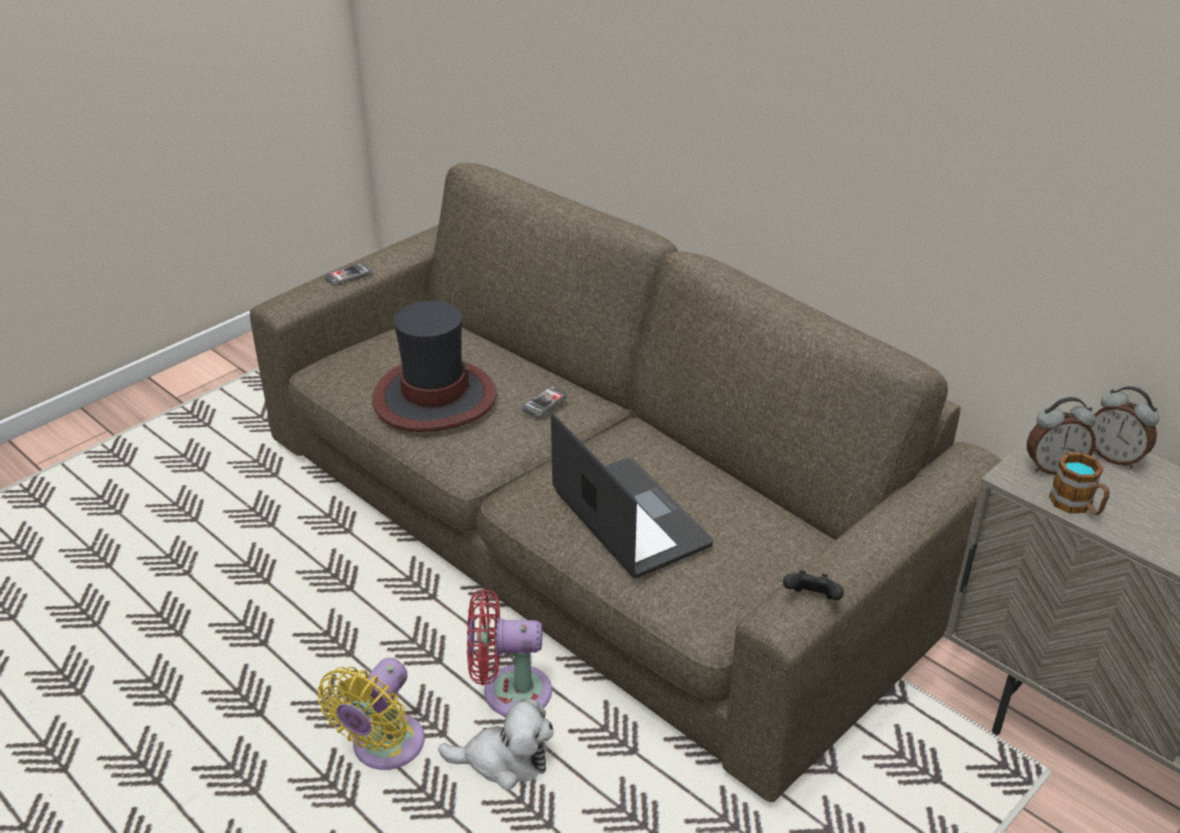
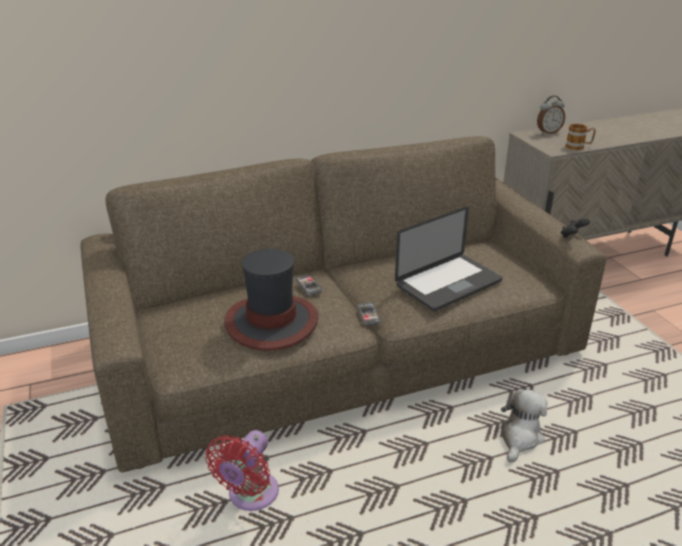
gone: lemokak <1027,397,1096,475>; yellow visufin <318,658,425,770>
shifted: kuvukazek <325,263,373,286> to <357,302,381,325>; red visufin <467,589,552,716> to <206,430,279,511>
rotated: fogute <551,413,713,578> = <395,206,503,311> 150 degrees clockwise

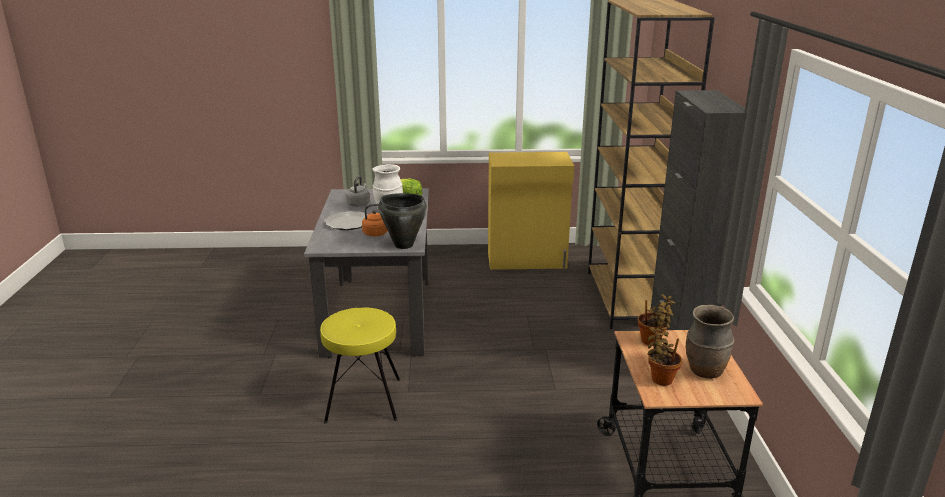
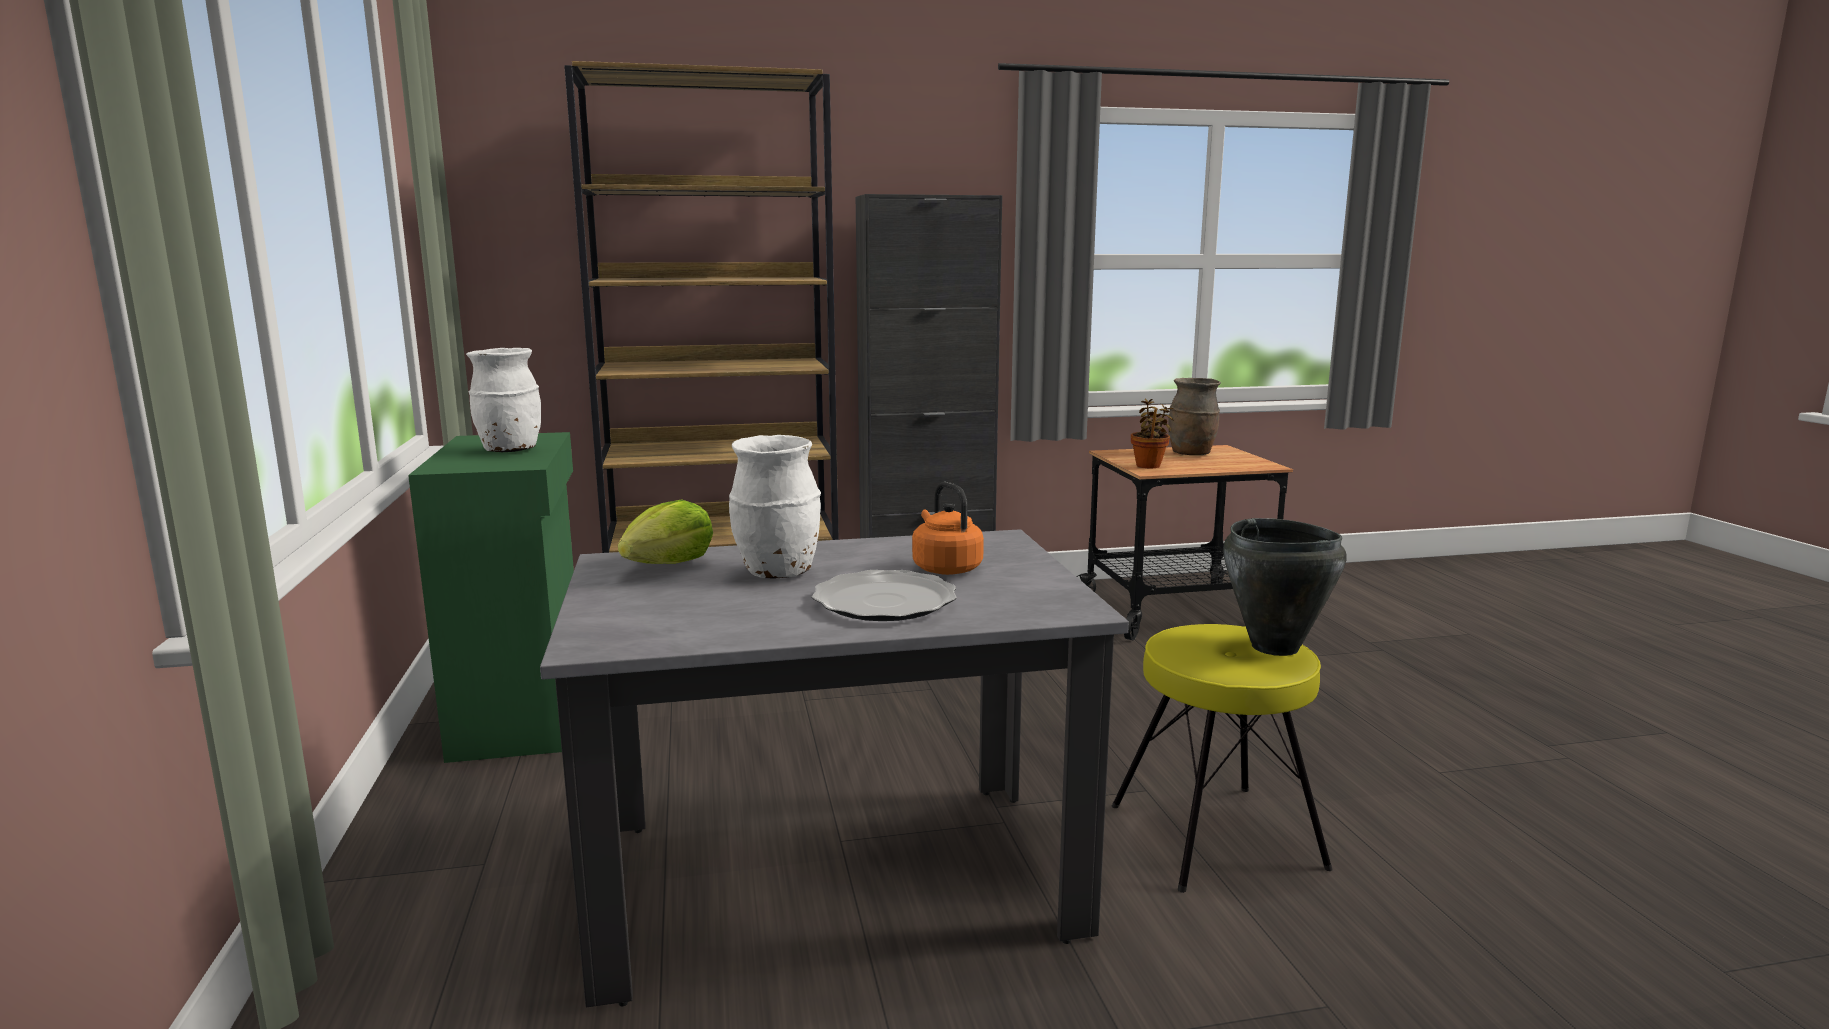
gone: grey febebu <346,176,370,207>; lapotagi <647,327,682,386>
new: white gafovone <466,348,541,452>
shifted: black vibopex <378,193,427,249> to <1223,518,1347,656>
repainted: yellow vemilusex <488,152,574,270> to green vemilusex <408,432,574,763>

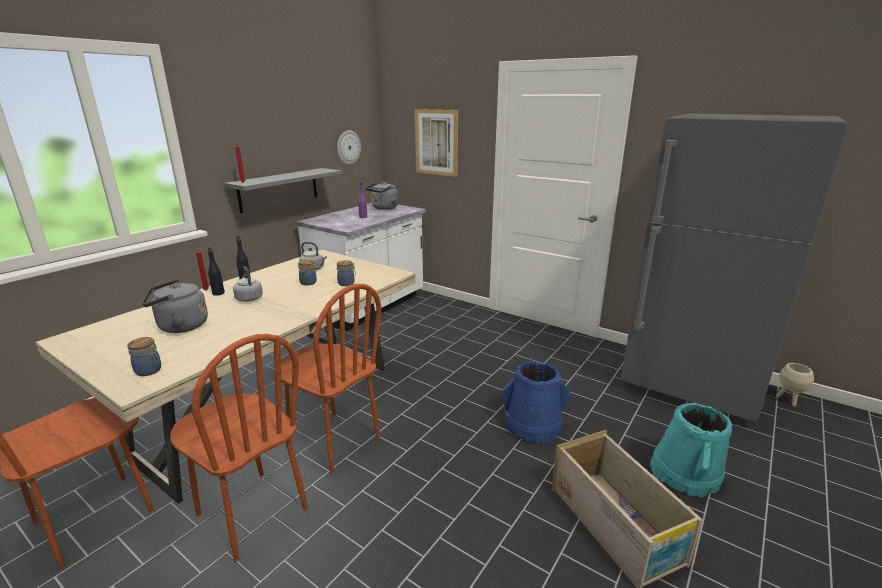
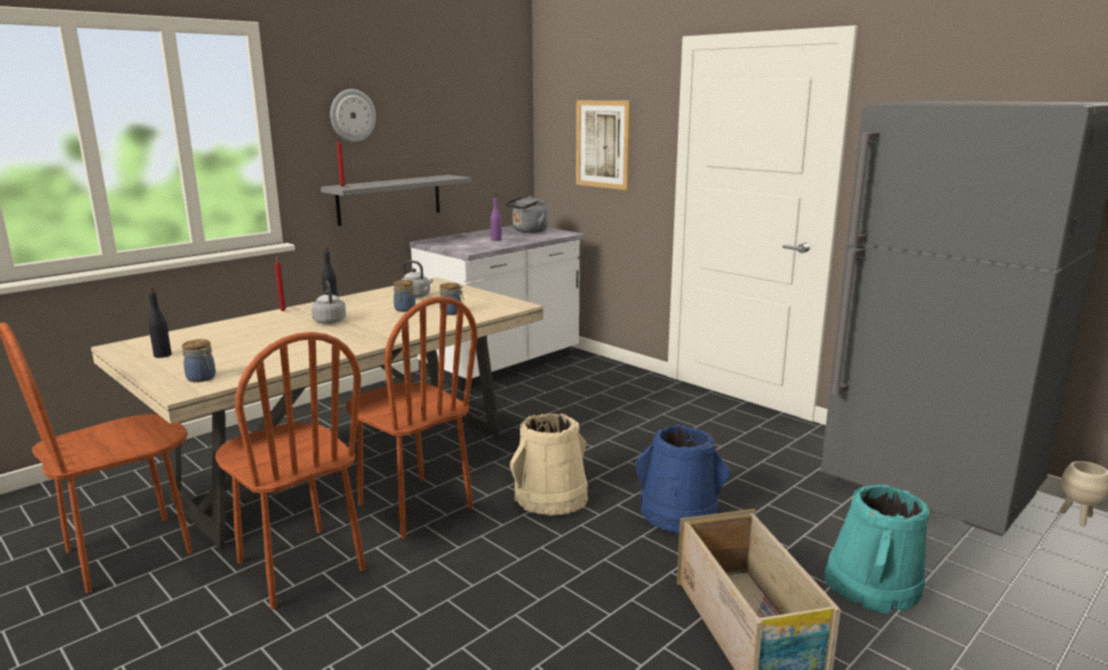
gone: grey febebu <142,280,208,333>
new: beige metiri <510,413,588,515>
shifted: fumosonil <337,130,361,165> to <330,89,376,142>; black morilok <208,247,225,296> to <148,286,172,358>

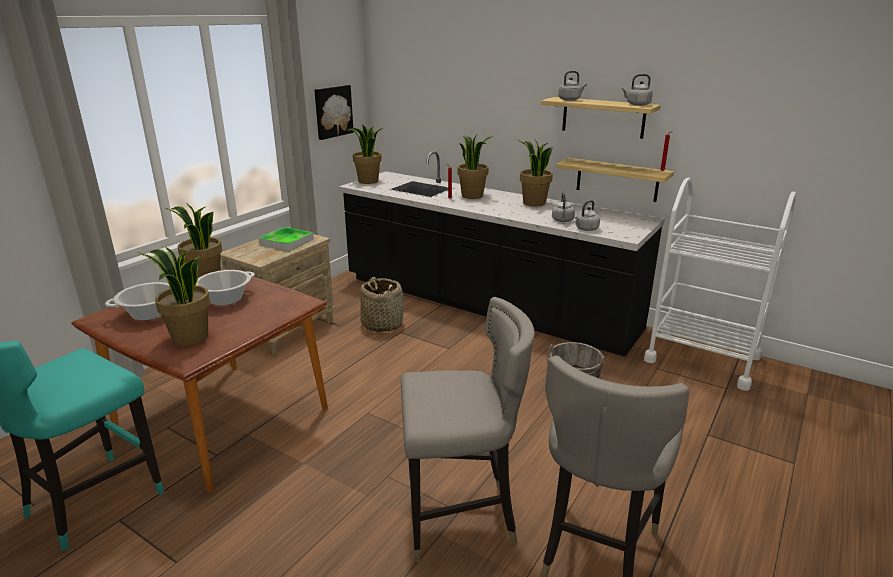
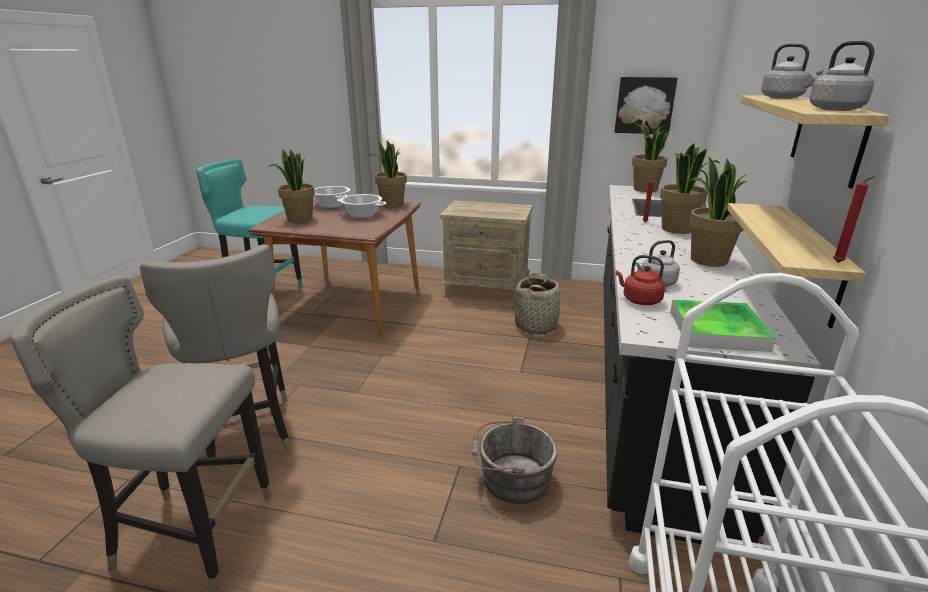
shifted: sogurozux <259,227,314,251> to <670,299,776,352>
repainted: grey febebu <575,200,600,231> to red febebu <616,255,665,305>

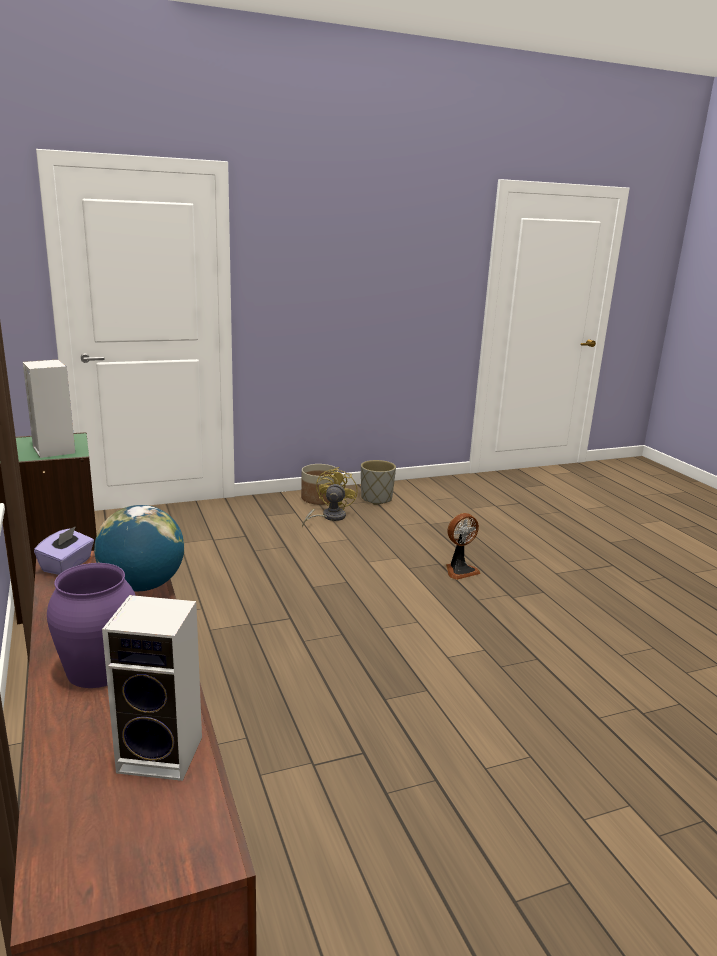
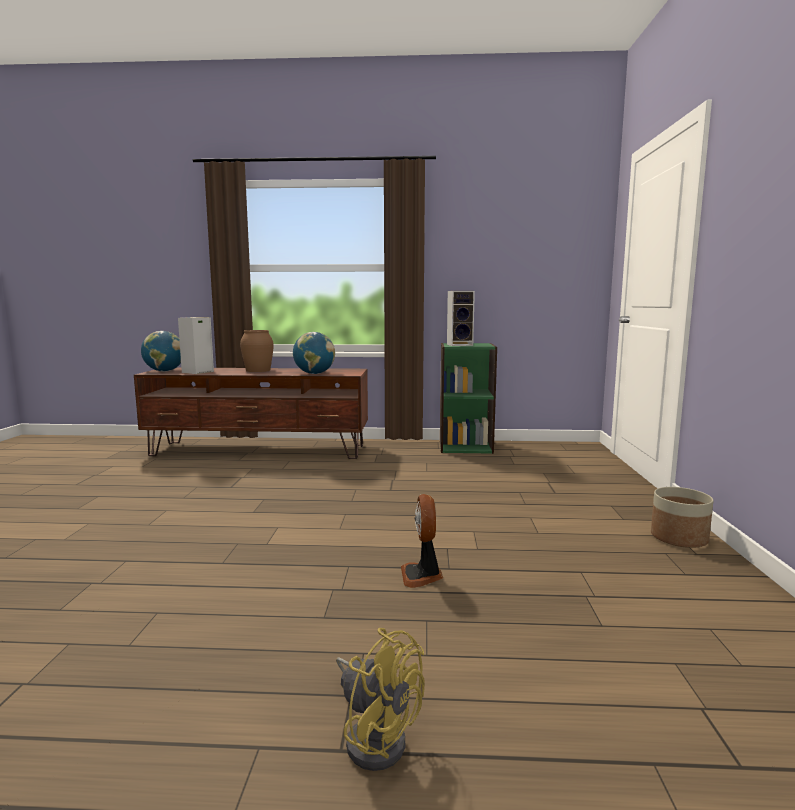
gone: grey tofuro <361,460,396,505>; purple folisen <34,526,94,575>
new: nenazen <141,331,181,371>
shifted: yellow visufin <302,467,358,528> to <336,628,425,771>
repainted: purple gafovone <47,563,136,688> to brown gafovone <240,330,274,372>

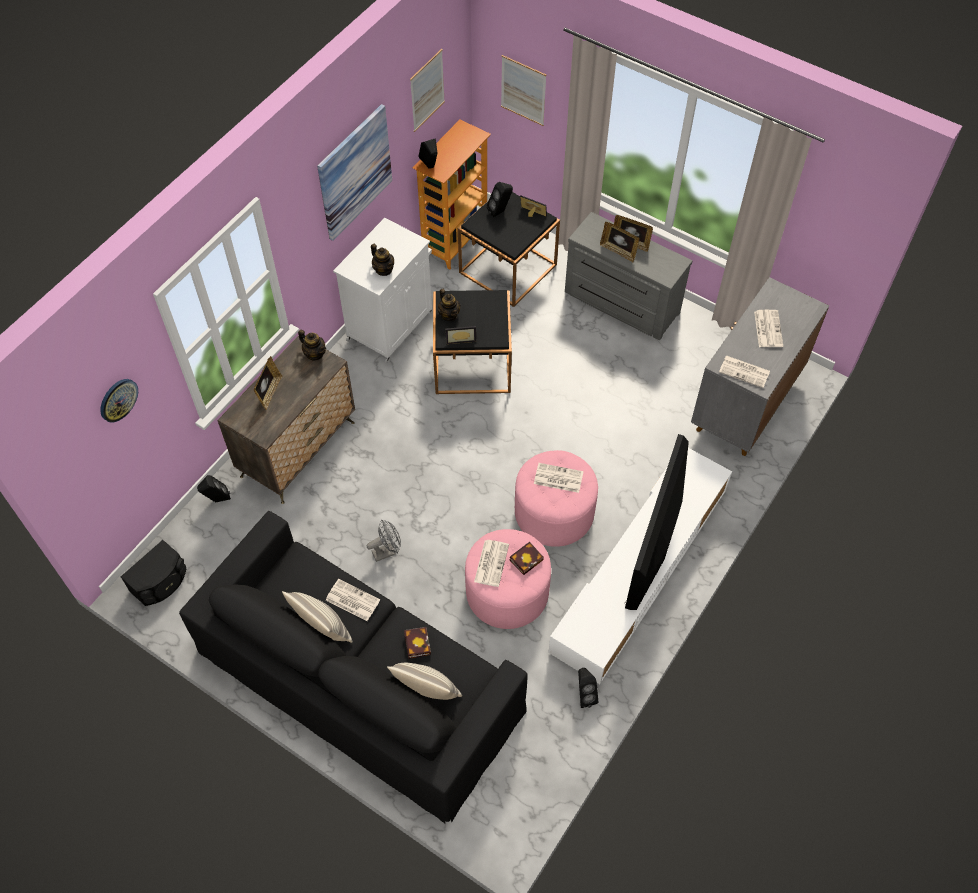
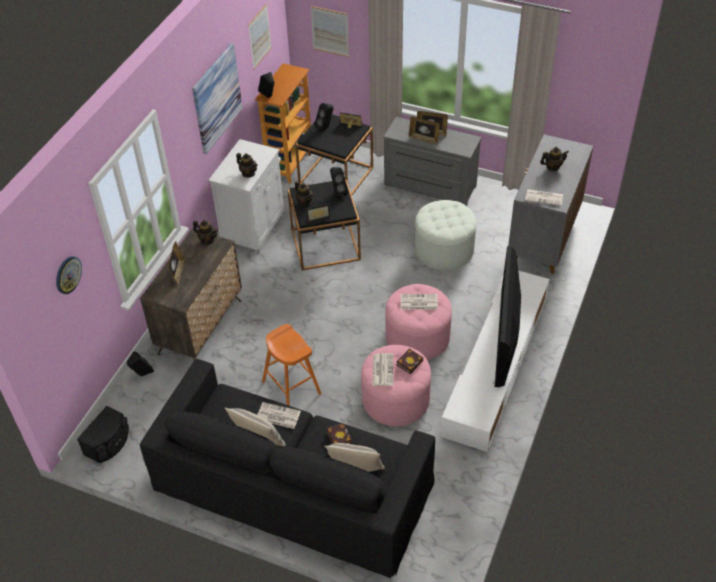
new: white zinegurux <414,200,476,270>
shifted: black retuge <578,668,598,708> to <330,167,348,198>
swapped: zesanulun <754,310,783,347> to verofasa <540,147,569,171>; grey visufin <367,520,401,562> to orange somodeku <262,324,321,406>

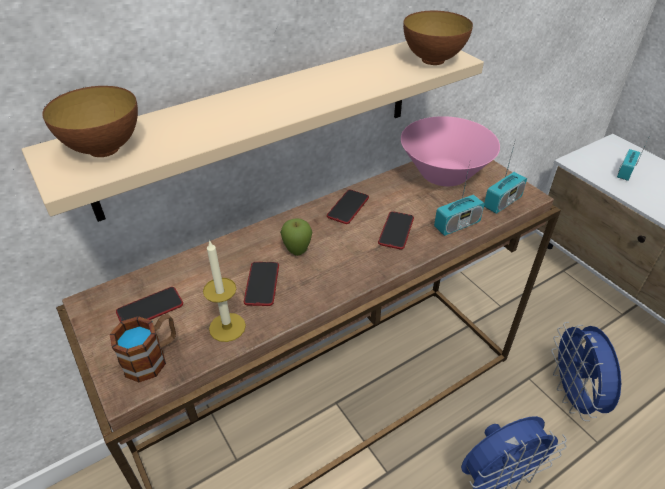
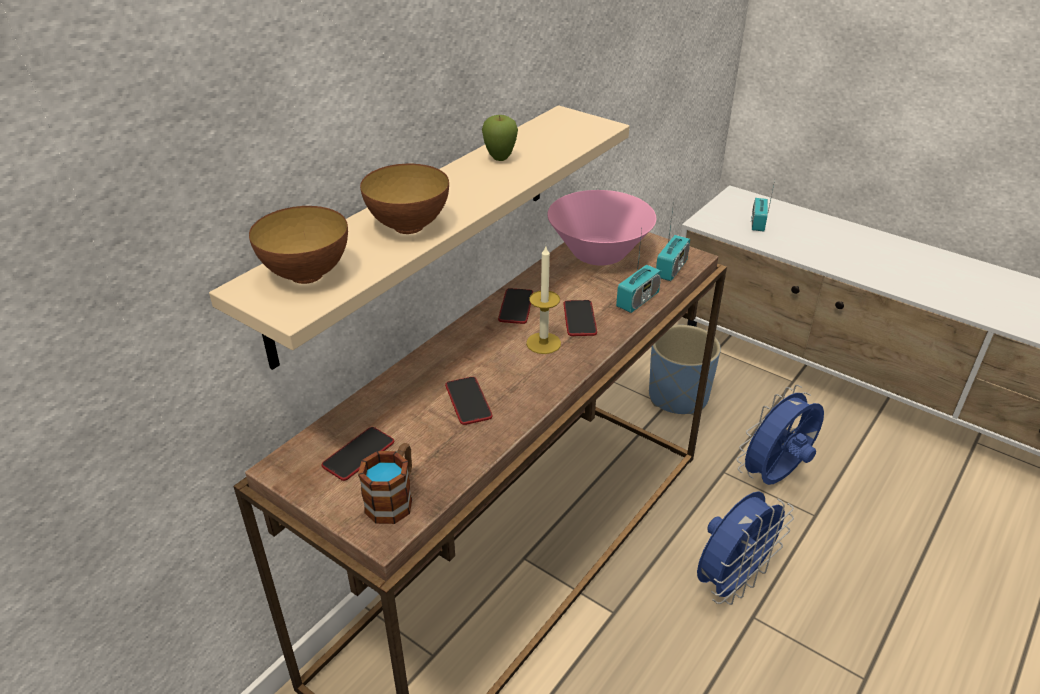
new: blue tofuro <649,325,721,415>
shifted: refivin <403,11,473,65> to <360,164,449,234>; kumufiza <280,218,312,256> to <482,115,518,161>; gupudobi <203,240,246,342> to <526,246,561,354>
rotated: blue visufin <551,322,621,421> = <737,385,824,485> 75 degrees clockwise

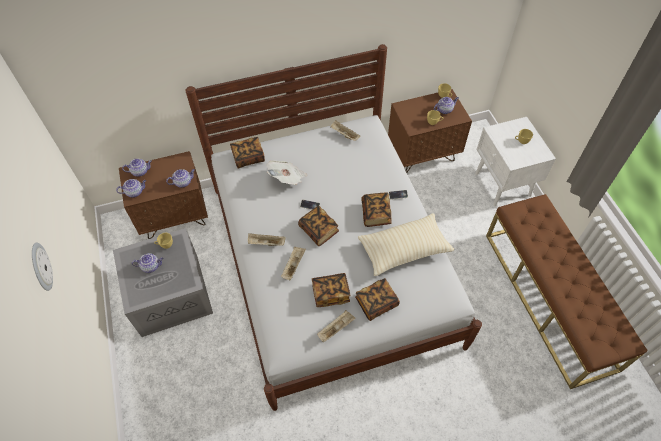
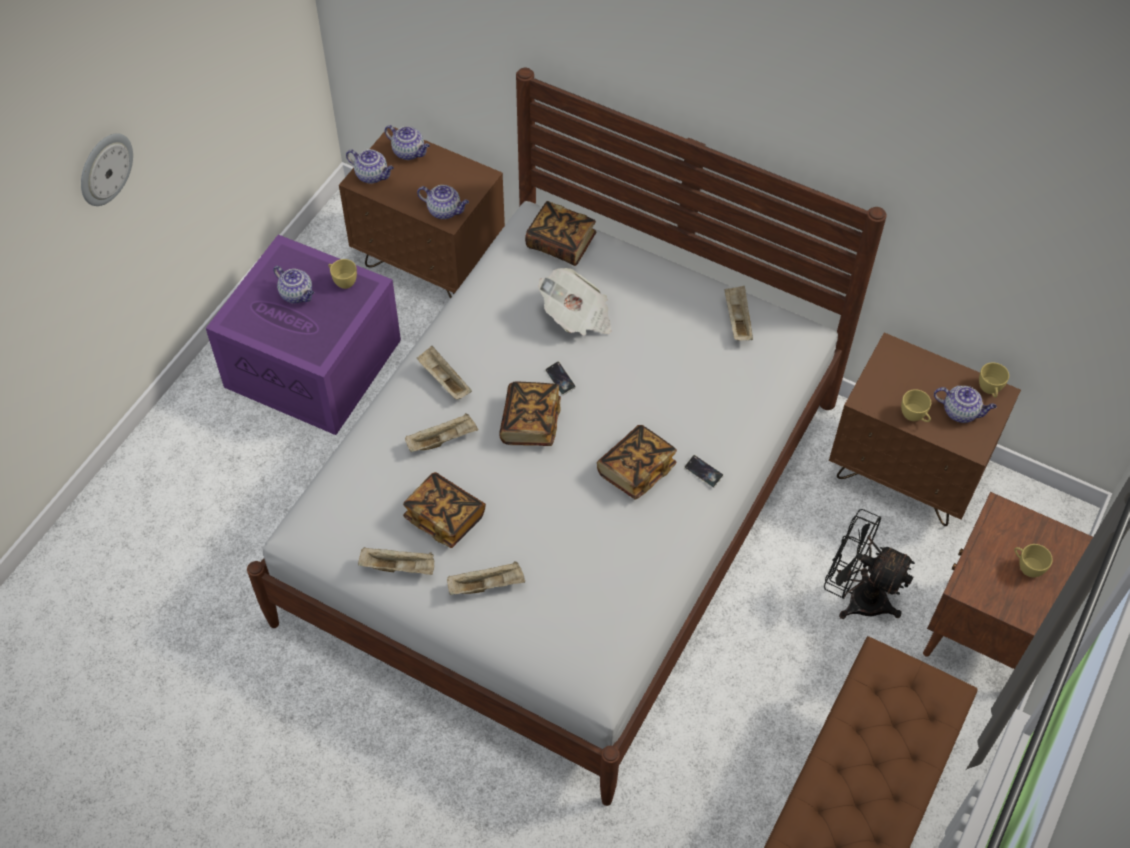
gone: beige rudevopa <358,213,454,276>
new: black visufin <824,509,915,619>
swapped: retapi <355,278,400,321> to beige sogurozux <447,561,525,595>
repainted: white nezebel <475,117,556,206> to brown nezebel <923,492,1093,669>; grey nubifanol <113,228,213,337> to purple nubifanol <206,235,401,435>

